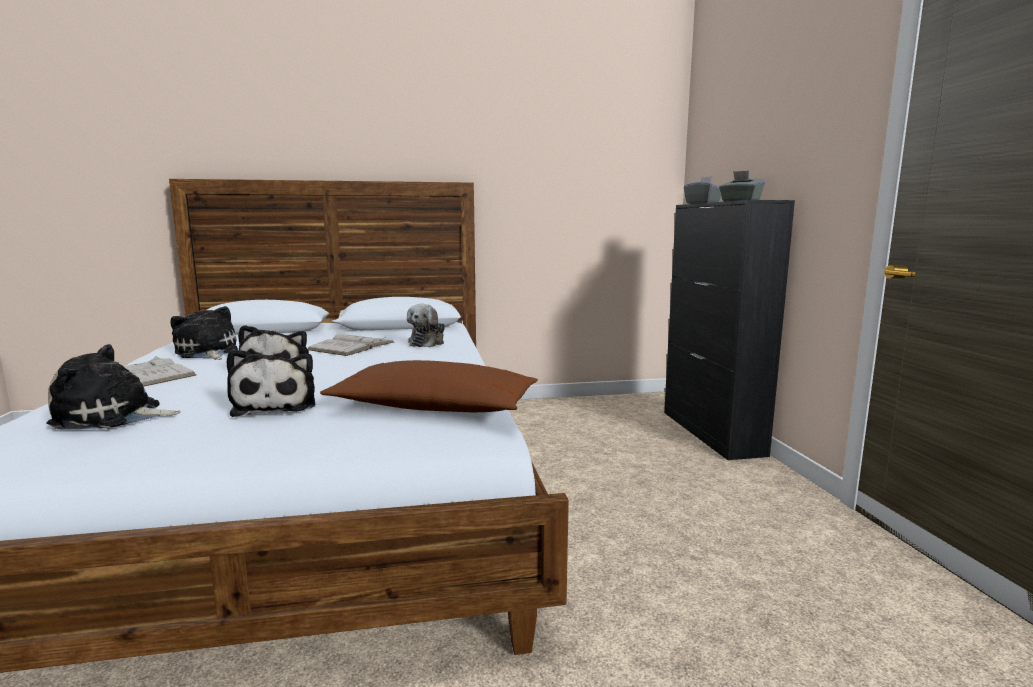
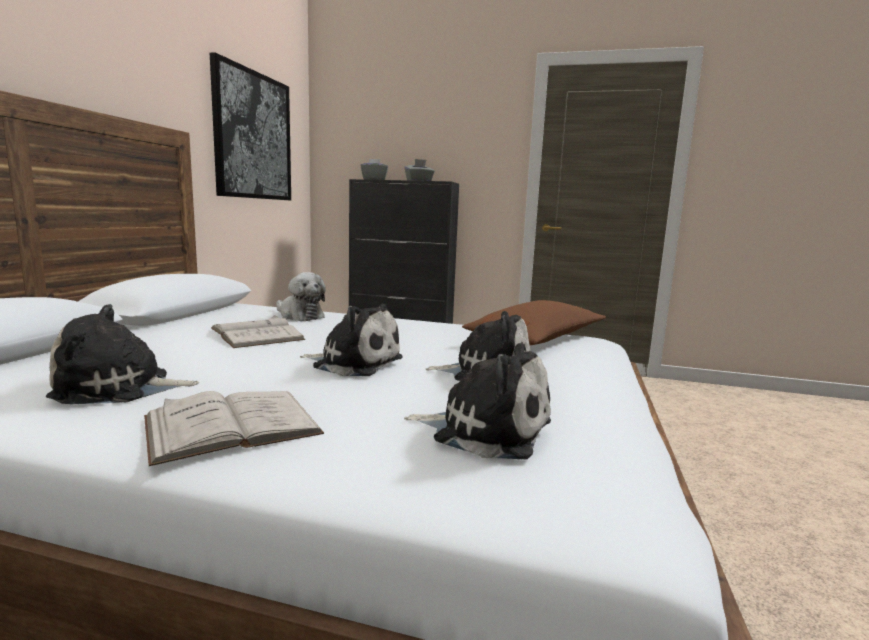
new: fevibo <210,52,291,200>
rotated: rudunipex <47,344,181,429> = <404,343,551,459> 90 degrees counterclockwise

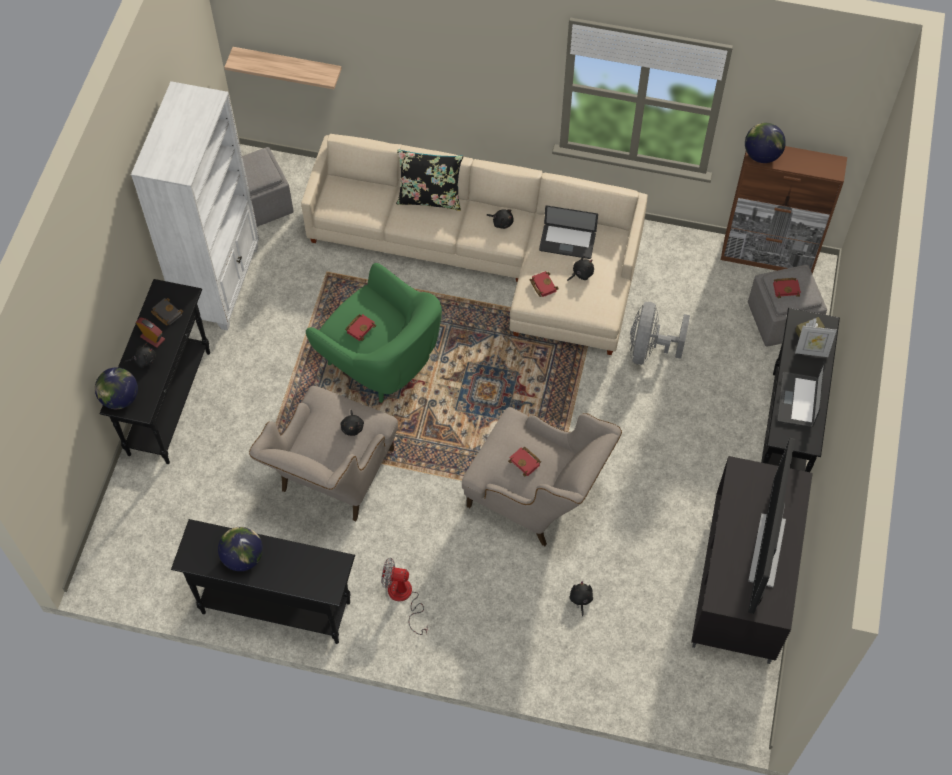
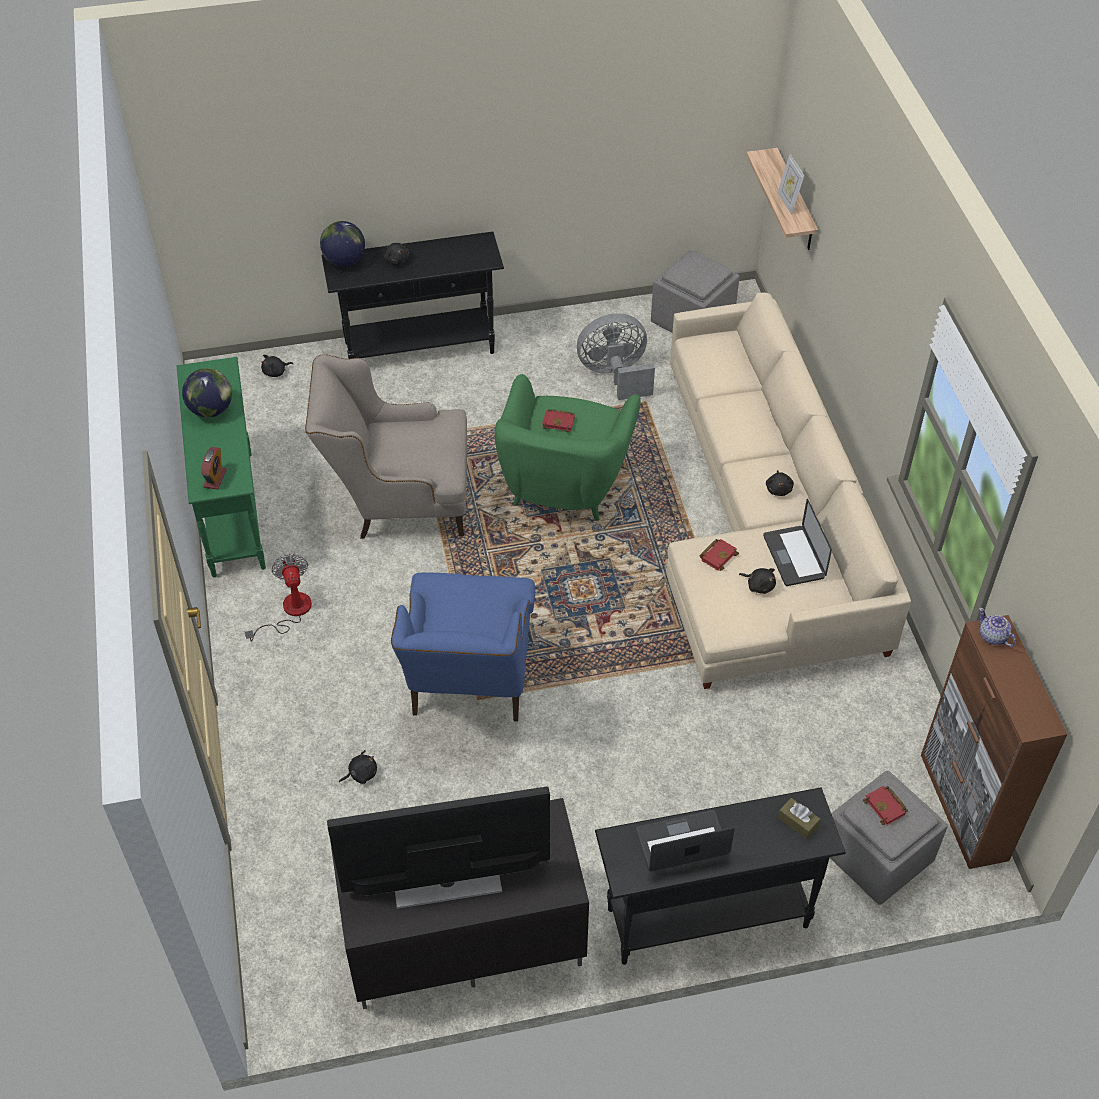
gone: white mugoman <131,81,259,330>; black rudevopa <396,149,463,211>; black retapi <151,298,183,325>; red retapi <508,447,541,477>
shifted: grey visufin <630,302,690,365> to <577,313,655,400>; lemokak <136,318,165,348> to <201,447,227,490>; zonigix <795,326,837,357> to <777,154,804,215>; black rudunipex <340,410,364,436> to <261,355,293,377>
swapped: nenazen <745,123,786,163> to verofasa <979,608,1016,647>
repainted: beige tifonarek <462,407,622,546> to blue tifonarek <391,572,535,722>; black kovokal <171,519,355,644> to green kovokal <177,357,266,578>

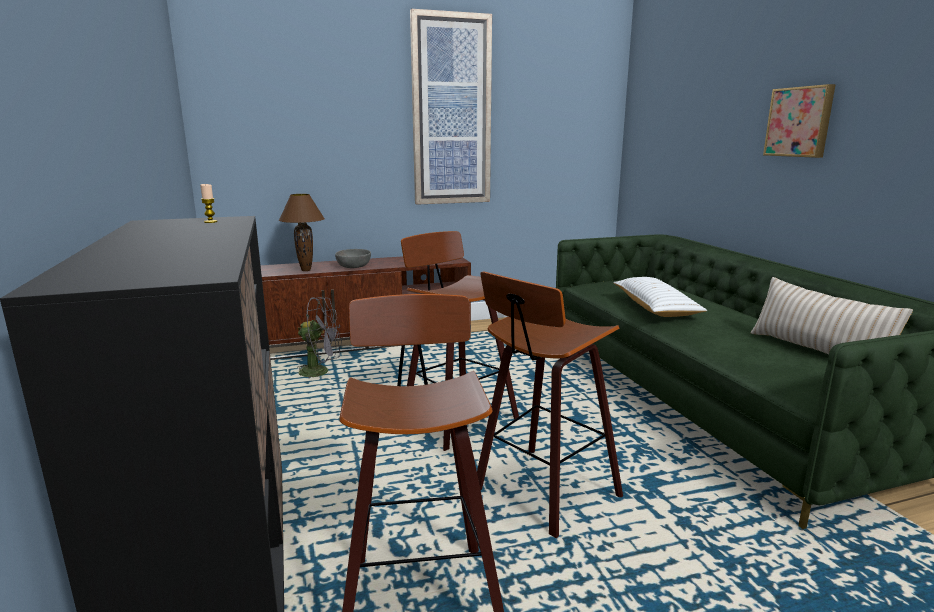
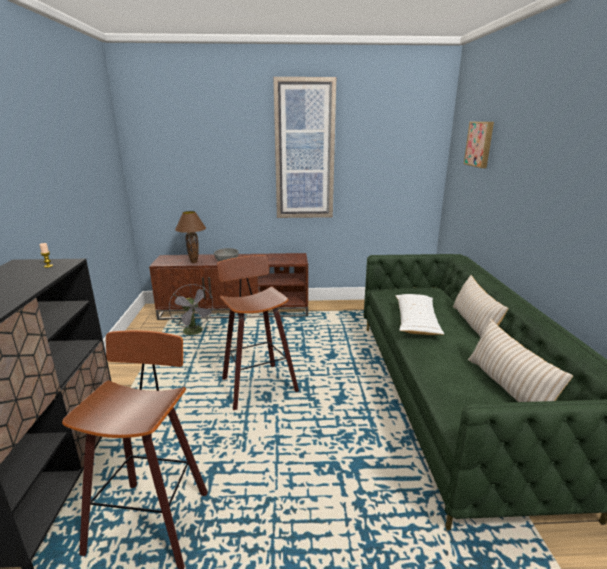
gone: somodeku <477,272,623,538>
new: beige rudevopa <453,275,508,338>
shifted: fevibo <763,84,836,158> to <464,122,494,168>
rotated: grey visufin <297,297,342,378> = <169,284,215,335> 45 degrees clockwise

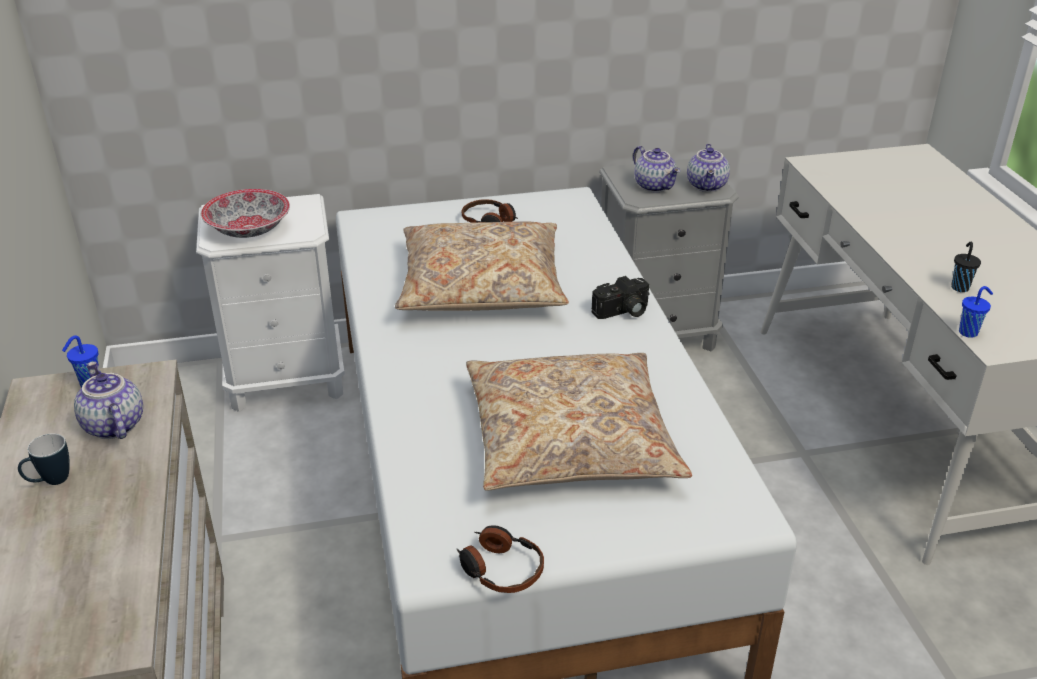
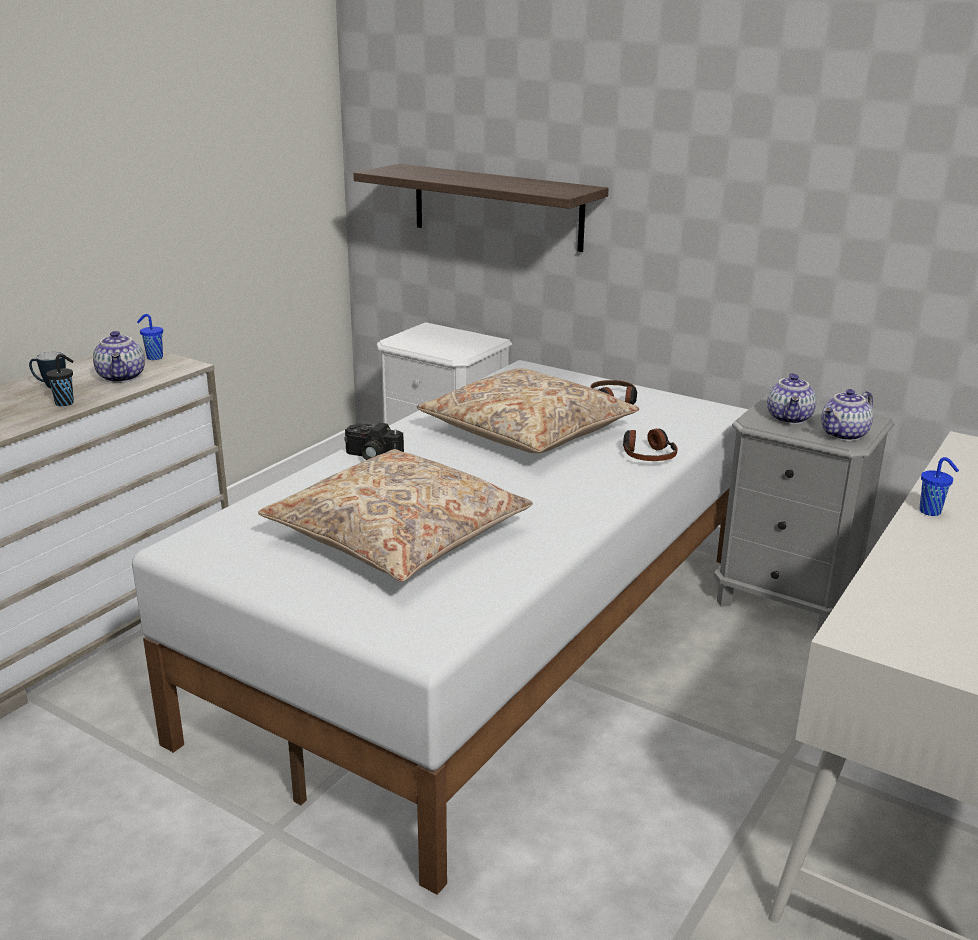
gone: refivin <201,189,290,238>
new: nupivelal <353,164,609,252>
shifted: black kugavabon <951,242,981,292> to <46,354,74,406>; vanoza <592,276,649,319> to <344,423,404,460>; blue kugavabon <959,286,993,338> to <919,457,959,516>; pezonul <457,525,544,593> to <623,429,678,461>
rotated: verofasa <74,361,143,439> = <93,331,145,383> 150 degrees clockwise

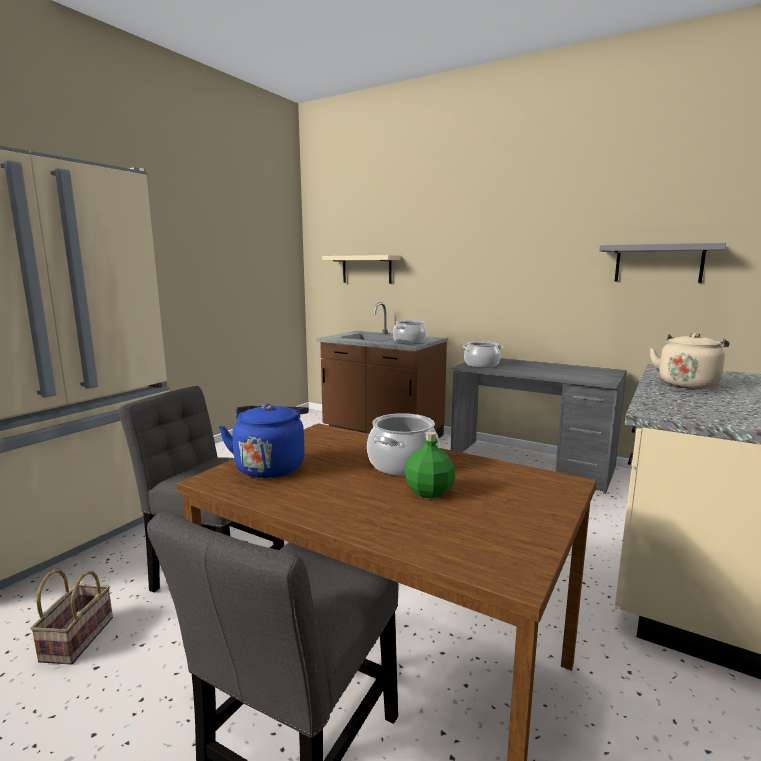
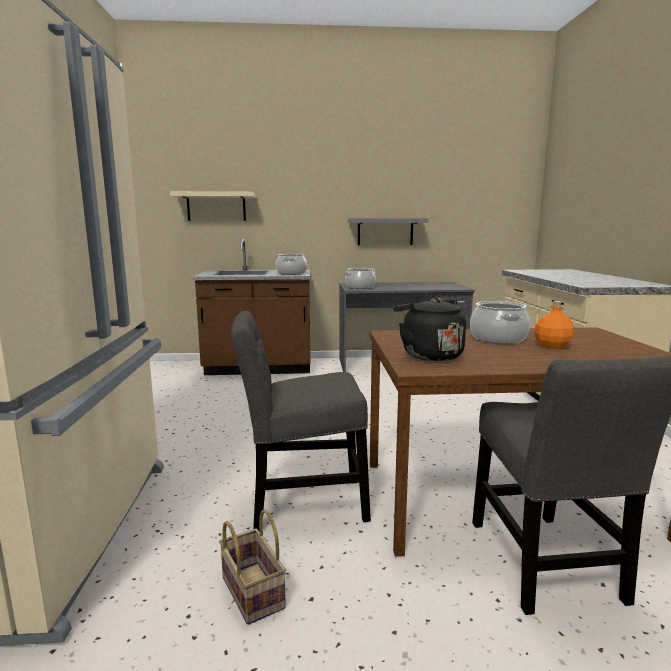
gone: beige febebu <649,333,730,389>
shifted: grey nupivelal <599,243,726,283> to <348,218,428,245>
repainted: blue febebu <219,404,309,478> to black febebu <393,297,466,361>; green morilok <405,431,455,498> to orange morilok <534,301,574,349>

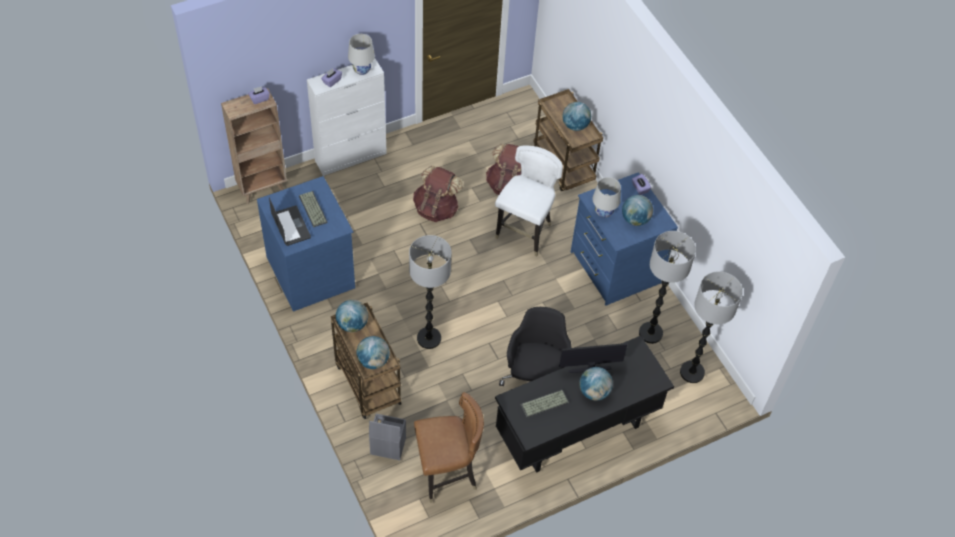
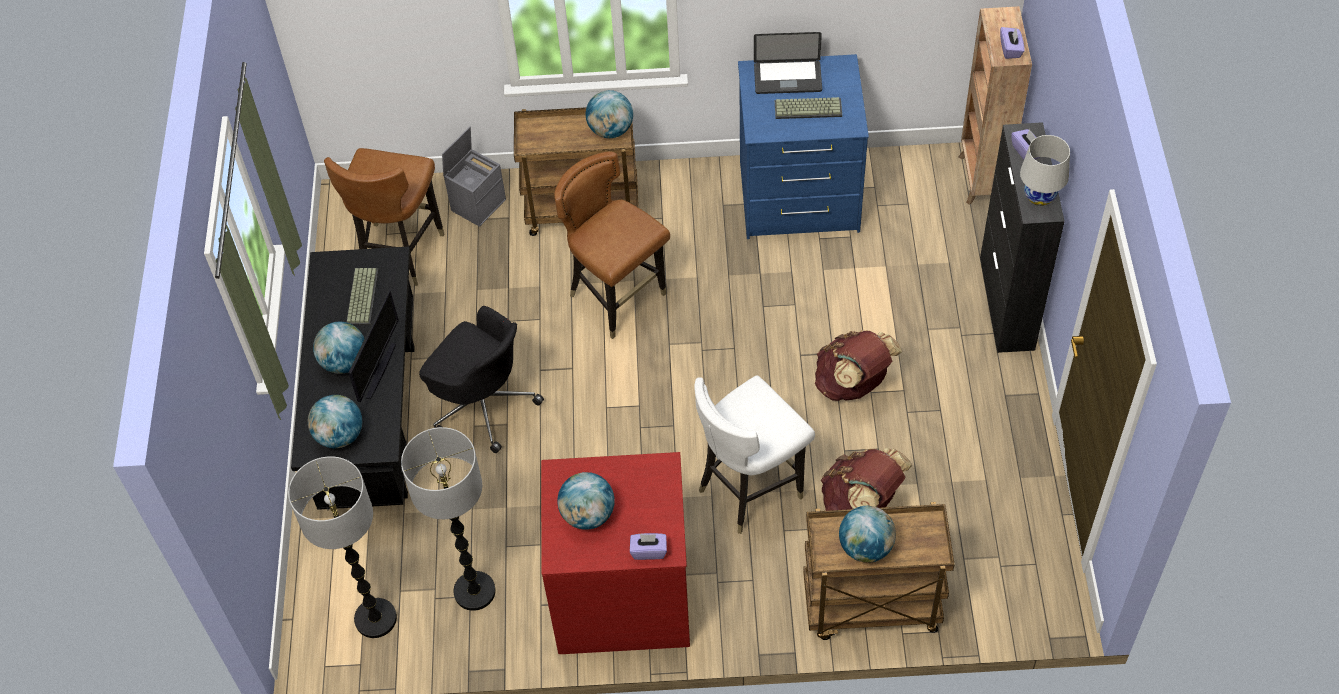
gone: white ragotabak <592,177,621,218>
shifted: nenazen <356,336,390,369> to <308,395,362,448>
swapped: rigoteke <409,235,451,349> to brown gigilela <554,152,670,339>
repainted: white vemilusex <307,59,387,176> to black vemilusex <980,122,1065,353>; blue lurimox <571,172,678,306> to red lurimox <541,452,690,654>
rotated: white gigilela <495,146,563,256> = <694,375,815,534> 90 degrees clockwise

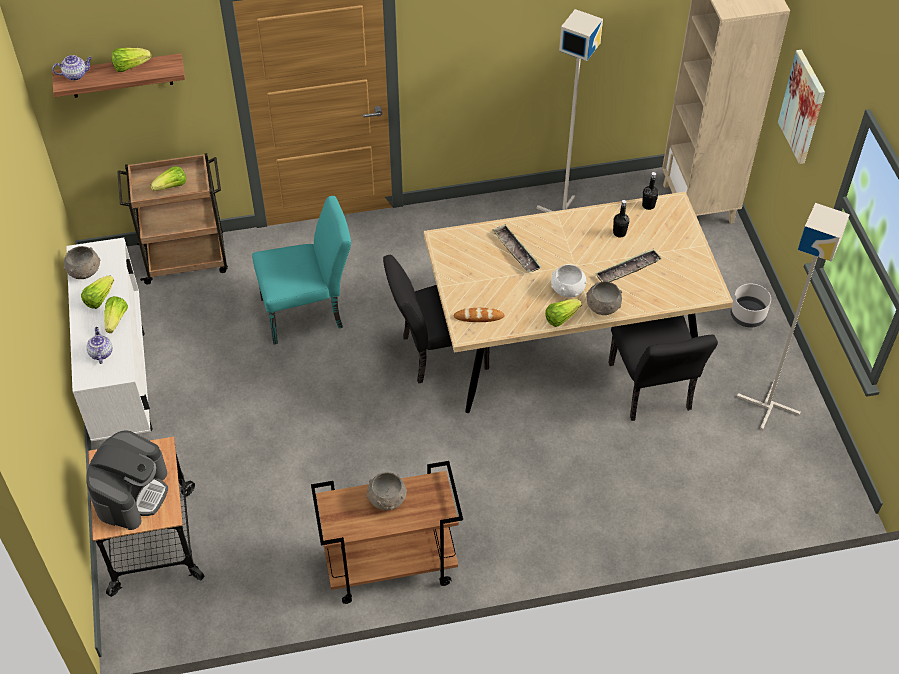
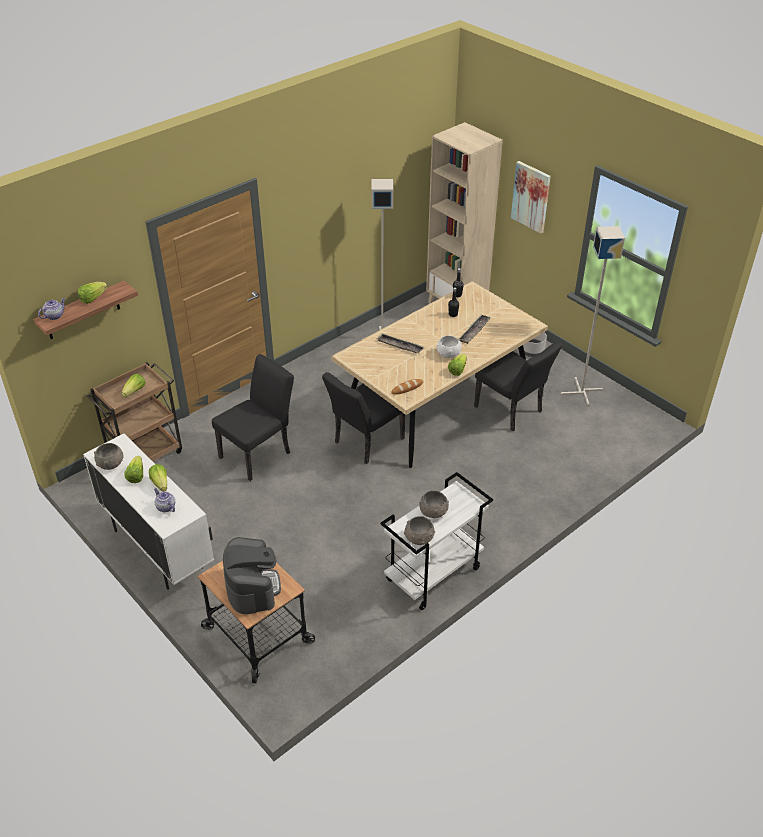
shifted: grey refivin <586,281,622,315> to <404,516,435,545>
repainted: turquoise gigilela <252,196,351,345> to black gigilela <212,354,294,481>; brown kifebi <311,461,463,604> to white kifebi <380,472,493,610>

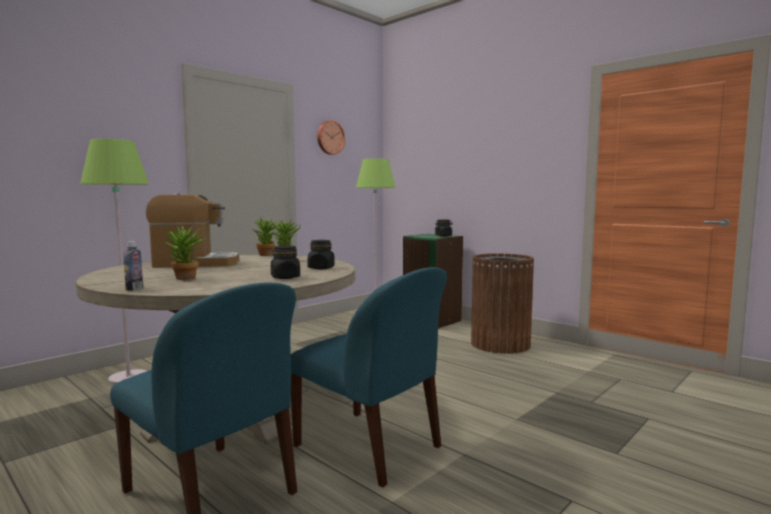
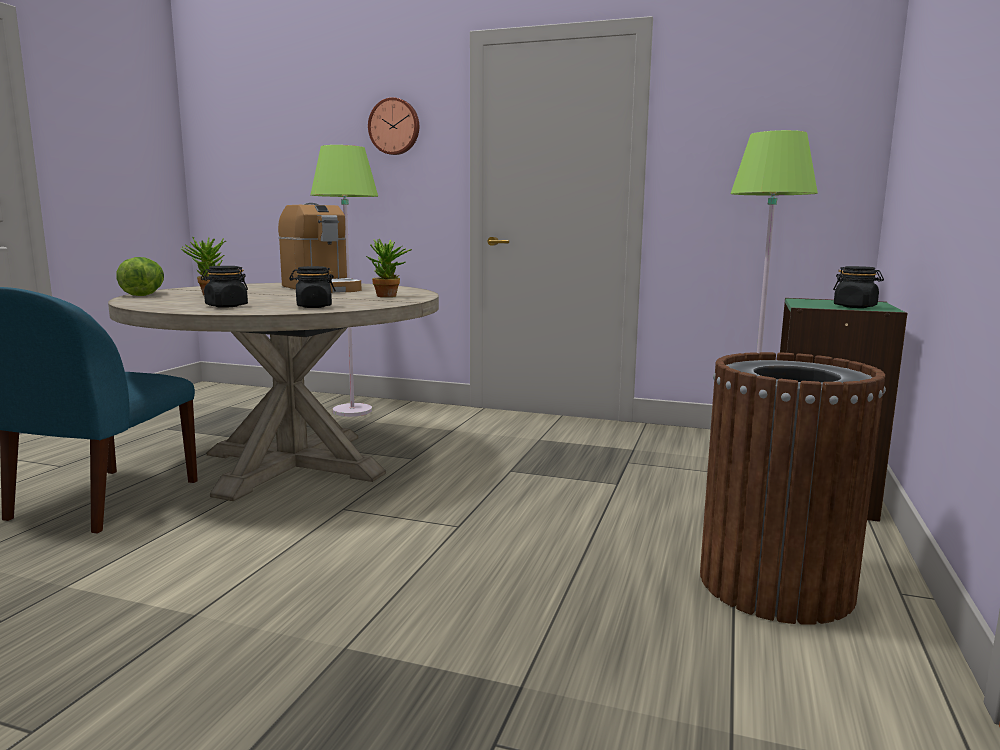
gone: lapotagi <252,218,281,256>; blue gigilela <291,267,447,487>
shifted: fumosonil <317,120,345,155> to <368,97,419,155>
swapped: morilok <123,241,143,291> to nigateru <117,257,164,296>

